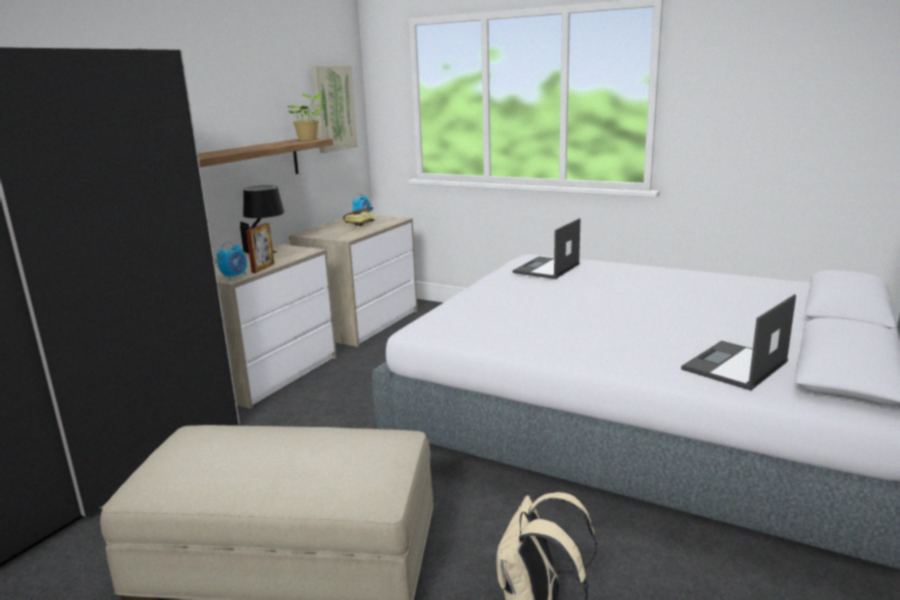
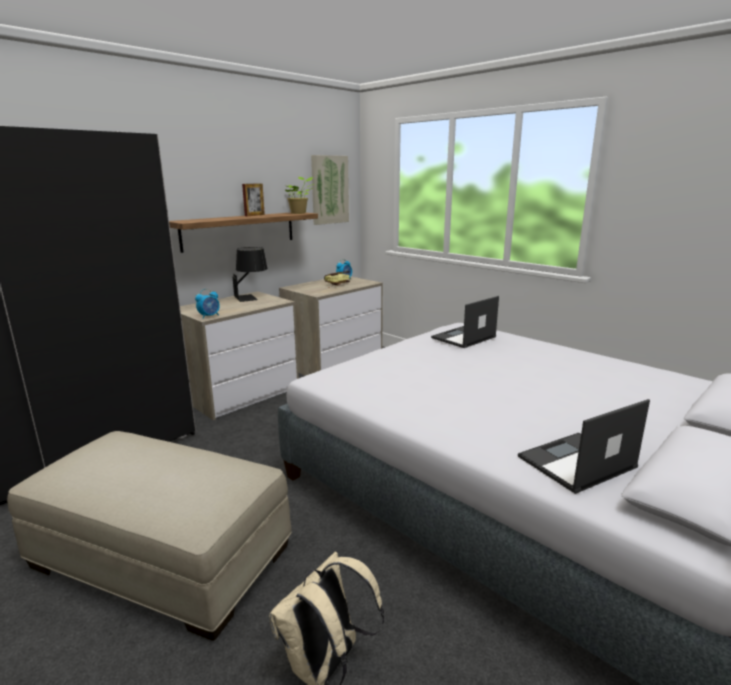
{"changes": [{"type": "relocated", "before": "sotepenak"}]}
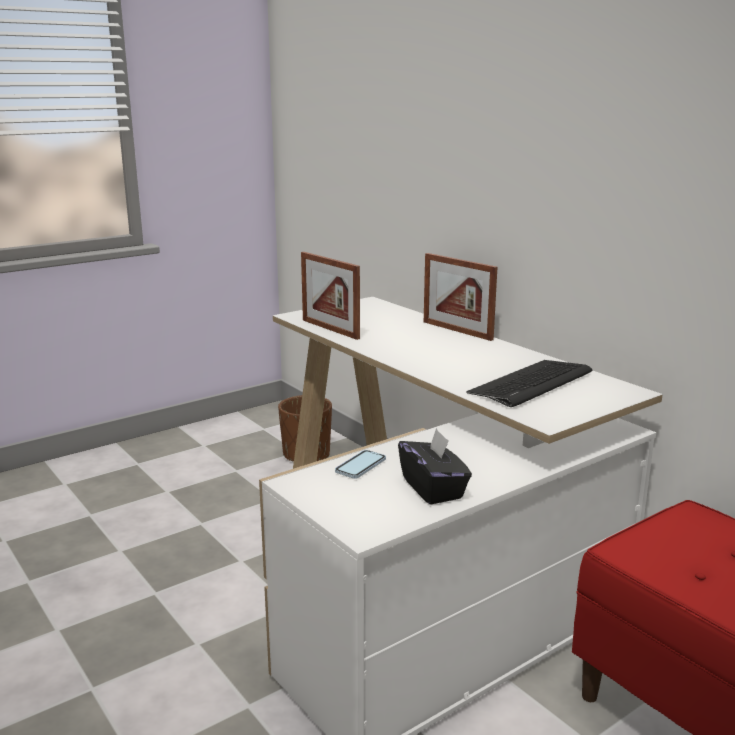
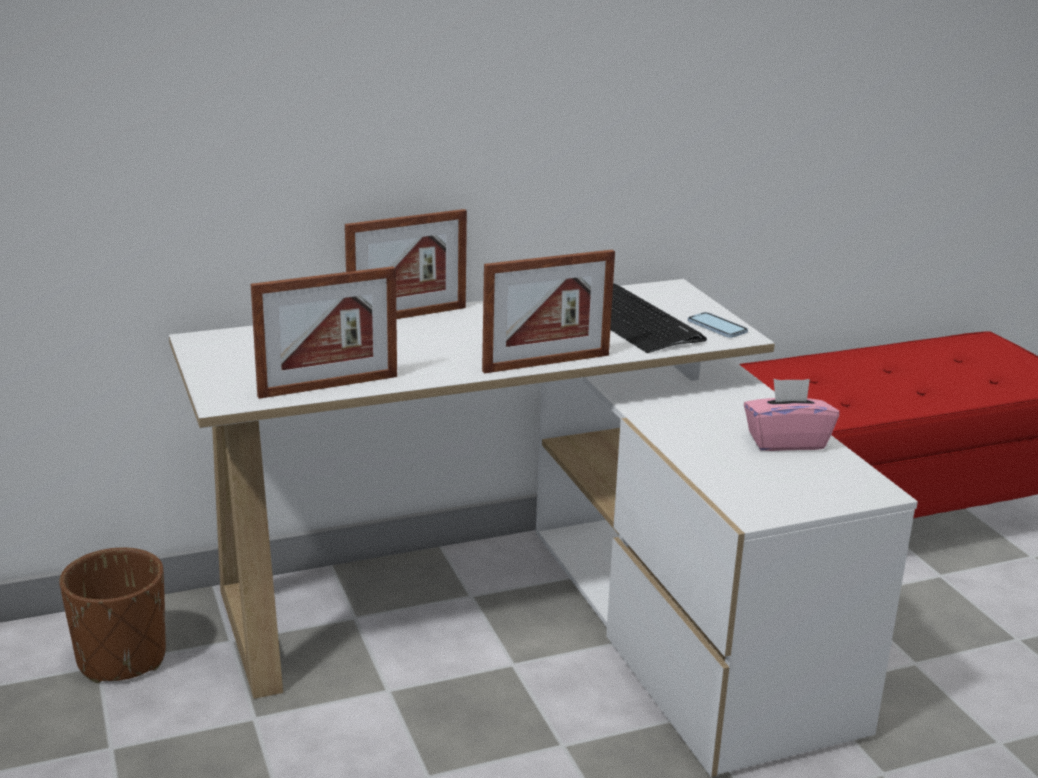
{"changes": [{"type": "relocated", "before": "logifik"}, {"type": "colour", "before": "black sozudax", "after": "pink sozudax"}, {"type": "appeared", "after": "sotepenak (no. 3 from left)"}]}
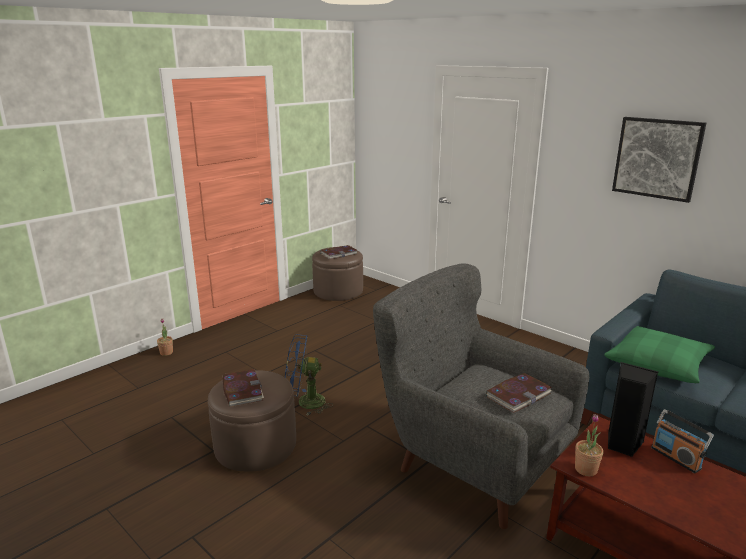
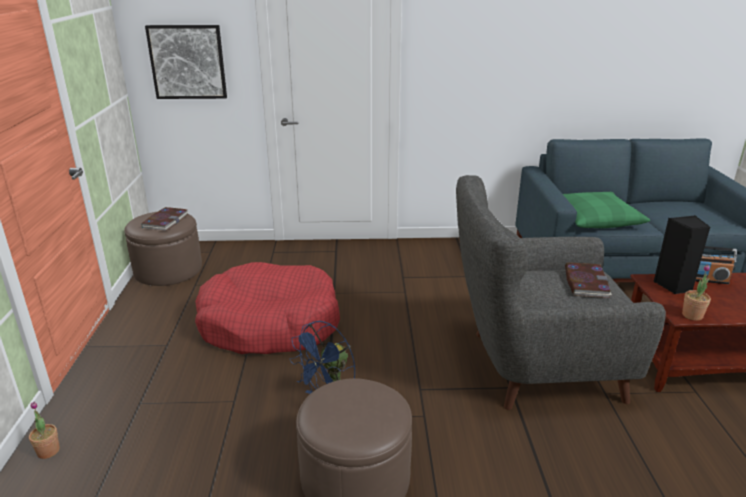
{"changes": [{"type": "missing", "before": "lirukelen (no. 1 from left)"}, {"type": "relocated", "before": "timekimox"}, {"type": "appeared", "after": "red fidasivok"}]}
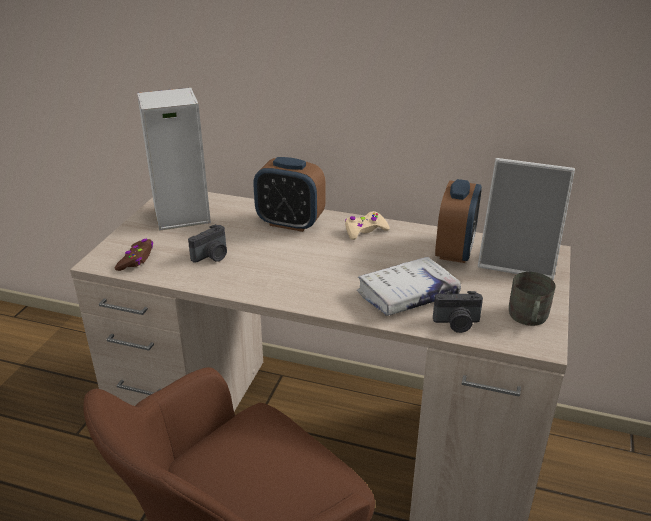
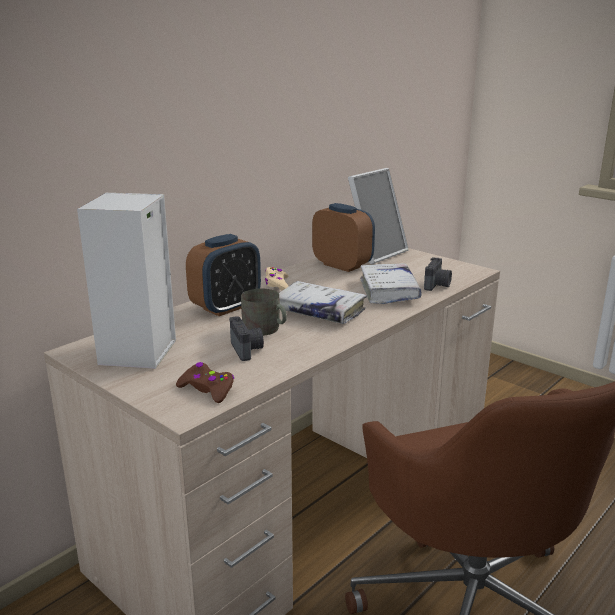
{"changes": [{"type": "relocated", "before": "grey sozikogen"}, {"type": "appeared", "after": "white lirukelen (no. 1 from left)"}]}
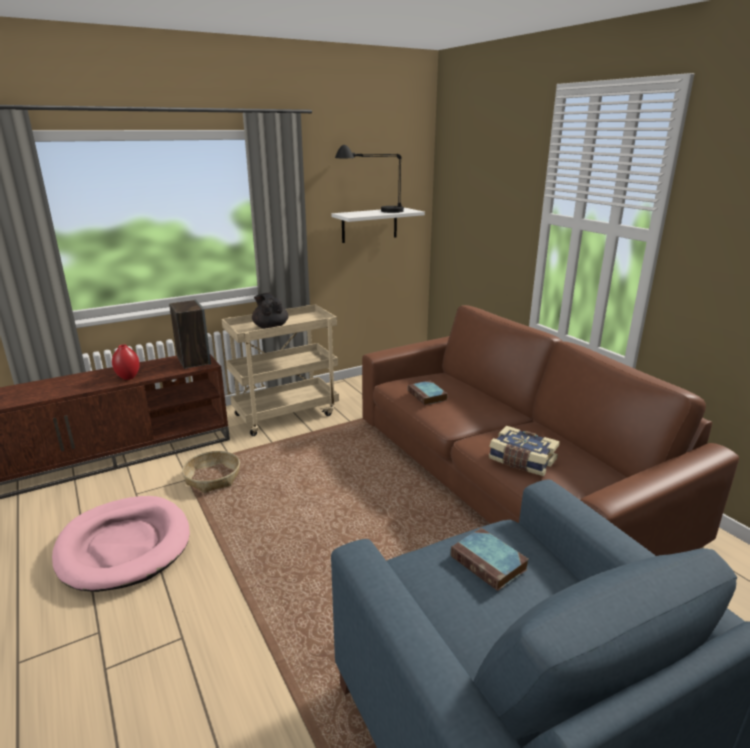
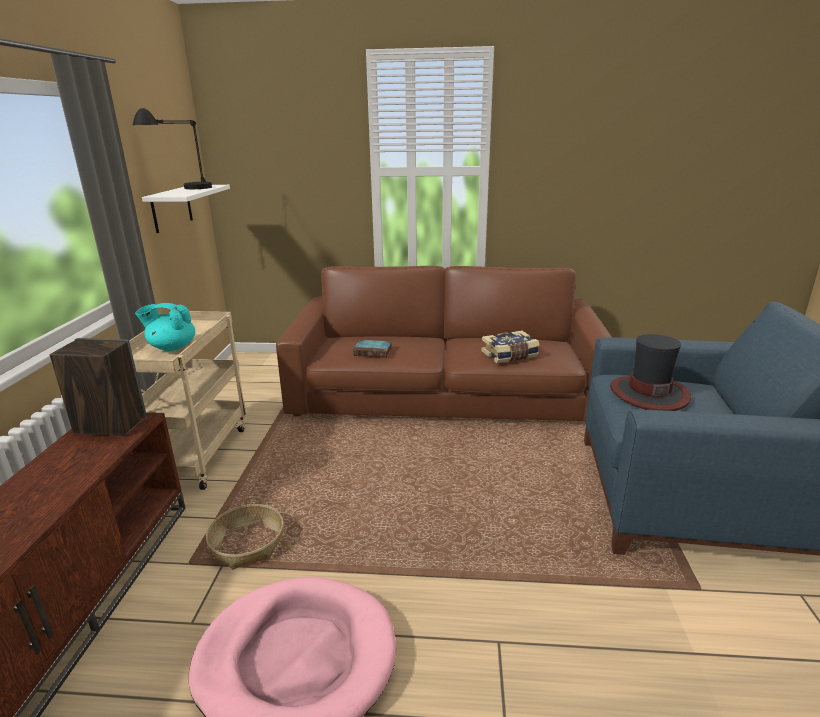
{"changes": [{"type": "missing", "before": "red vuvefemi"}, {"type": "colour", "before": "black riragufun", "after": "turquoise riragufun"}, {"type": "exchanged", "before": "lirukelen (no. 2 from left)", "after": "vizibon"}]}
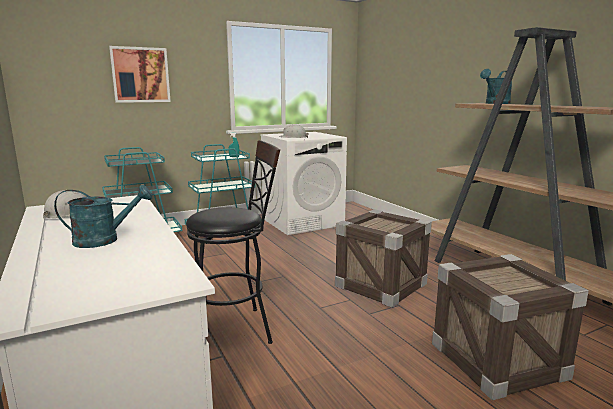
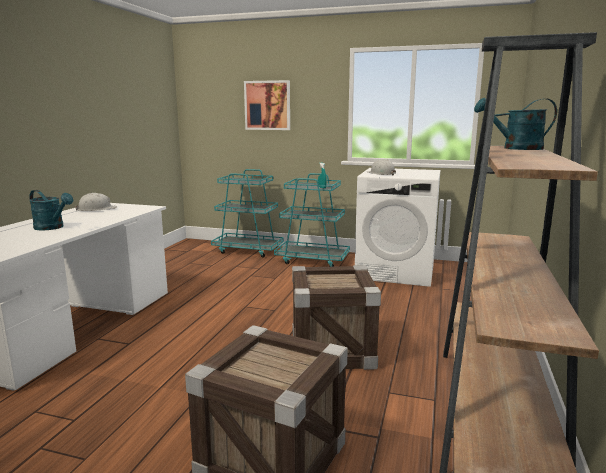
{"changes": [{"type": "missing", "before": "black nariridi"}]}
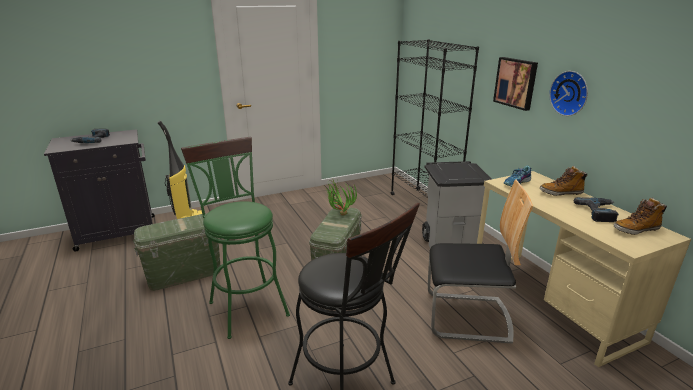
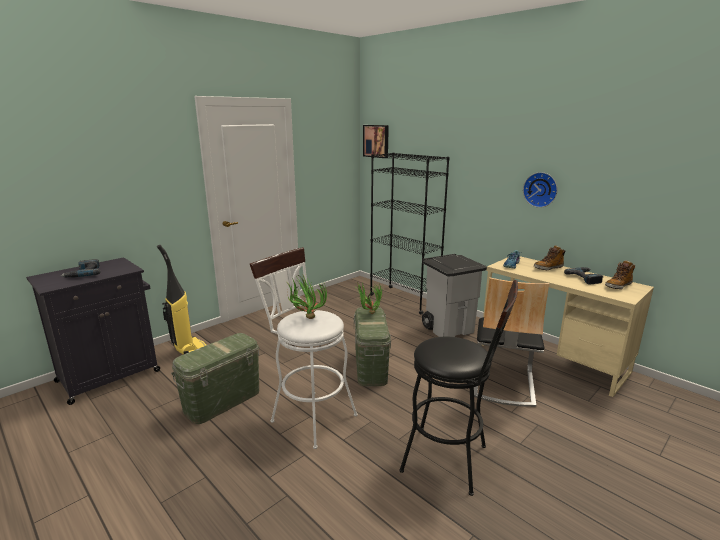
{"changes": [{"type": "colour", "before": "green nariridi", "after": "white nariridi"}, {"type": "spun", "before": "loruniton", "turn": 120}, {"type": "relocated", "before": "timekimox"}, {"type": "appeared", "after": "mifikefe (no. 1 from left)"}]}
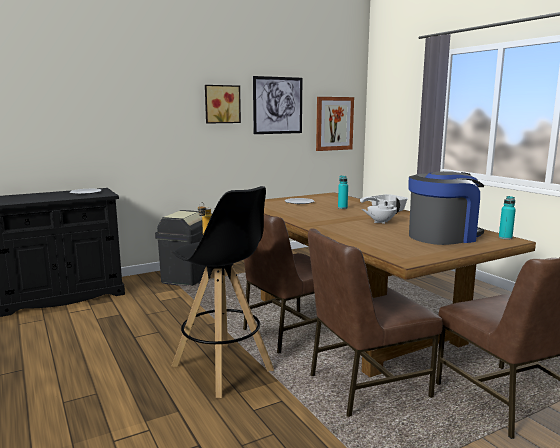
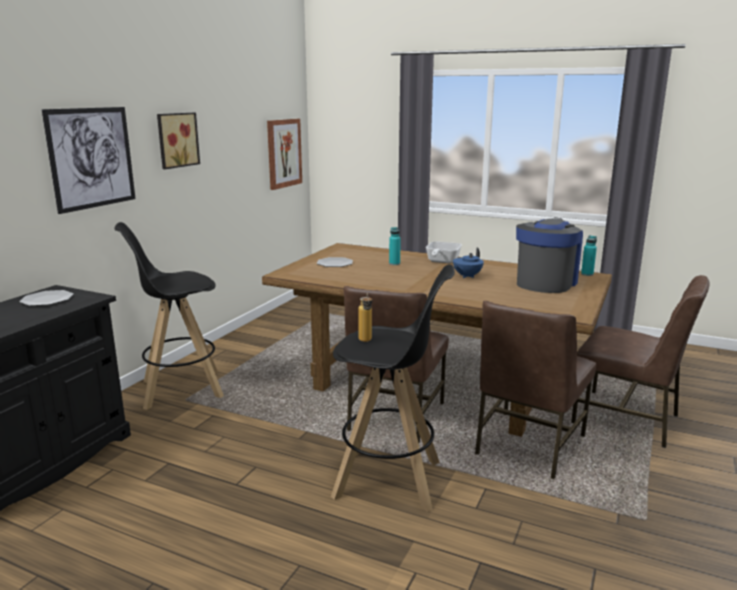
{"changes": [{"type": "exchanged", "before": "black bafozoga", "after": "black nariridi (no. 1 from left)"}, {"type": "relocated", "before": "timekimox (no. 2 from left in the first image)", "after": "timekimox (no. 1 from left)"}, {"type": "colour", "before": "white riragufun", "after": "blue riragufun"}]}
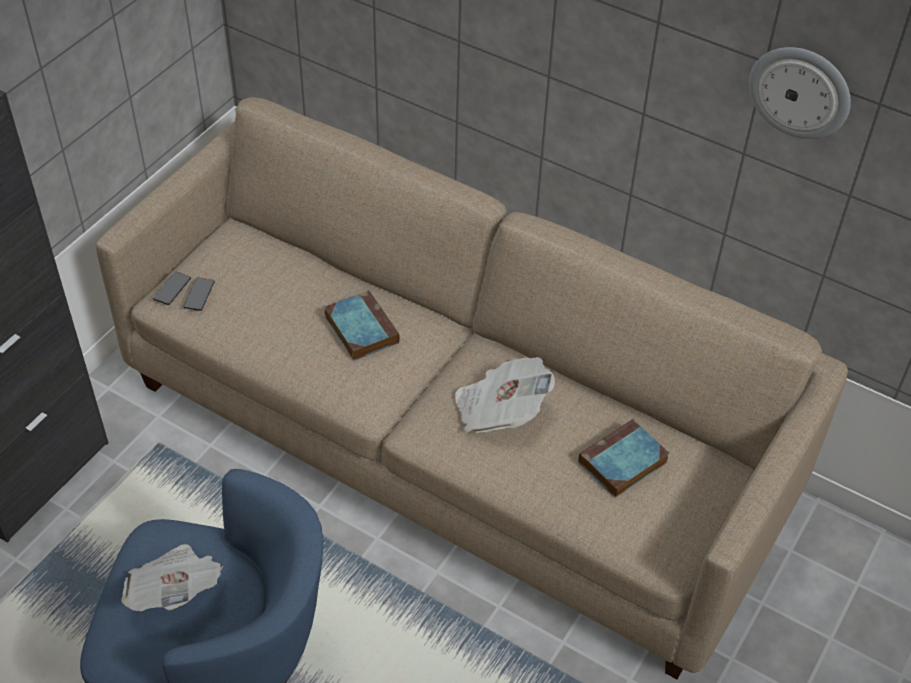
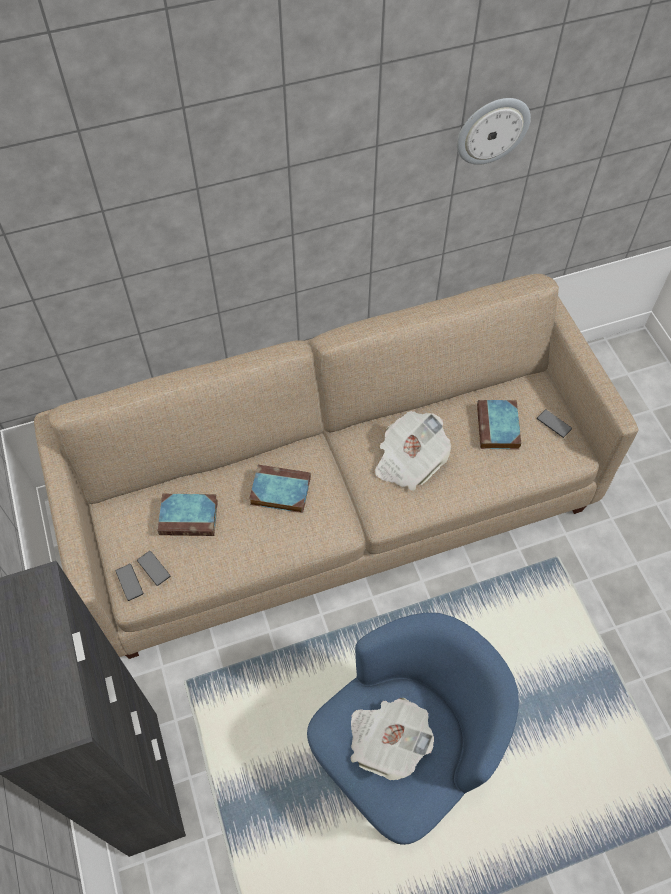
{"changes": [{"type": "appeared", "after": "lirukelen (no. 1 from left)"}, {"type": "appeared", "after": "logifik (no. 3 from left)"}]}
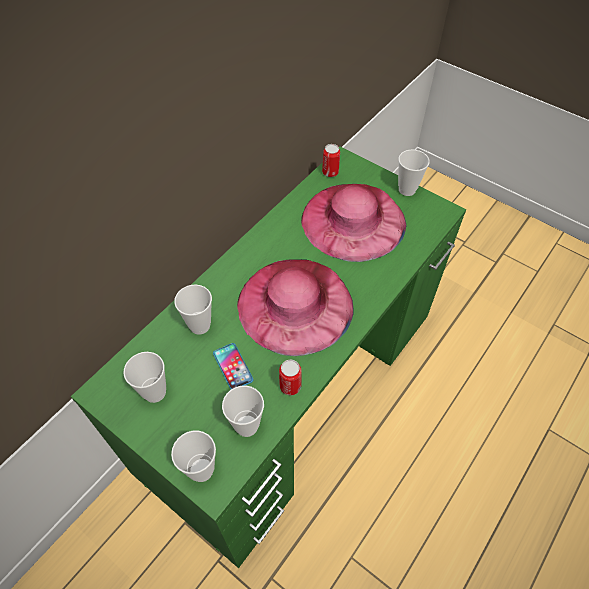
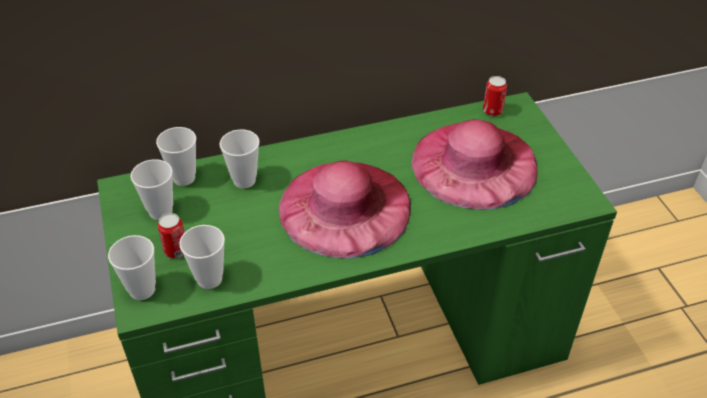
{"changes": [{"type": "missing", "before": "logifik"}, {"type": "relocated", "before": "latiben (no. 1 from left)"}, {"type": "relocated", "before": "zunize (no. 5 from left in the first image)", "after": "zunize (no. 3 from left)"}]}
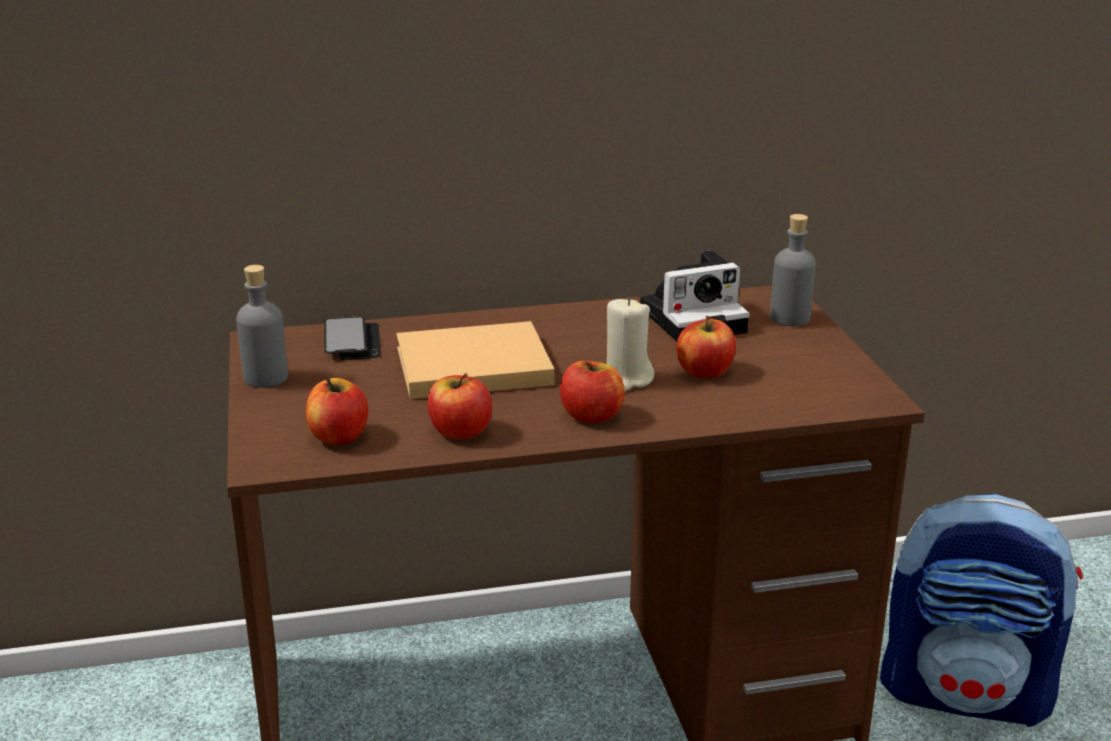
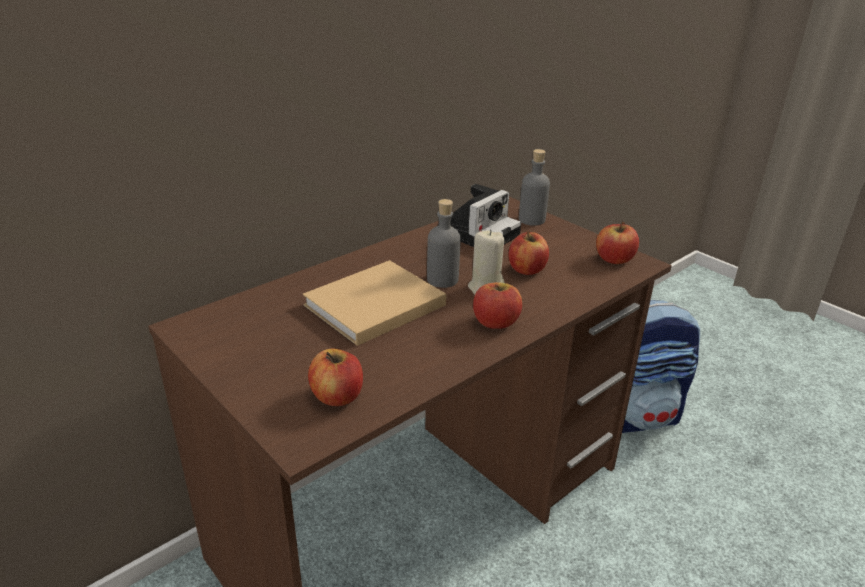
{"changes": [{"type": "relocated", "before": "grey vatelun (no. 1 from left)"}, {"type": "missing", "before": "logifik"}, {"type": "relocated", "before": "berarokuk (no. 2 from left in the first image)", "after": "berarokuk (no. 4 from left)"}]}
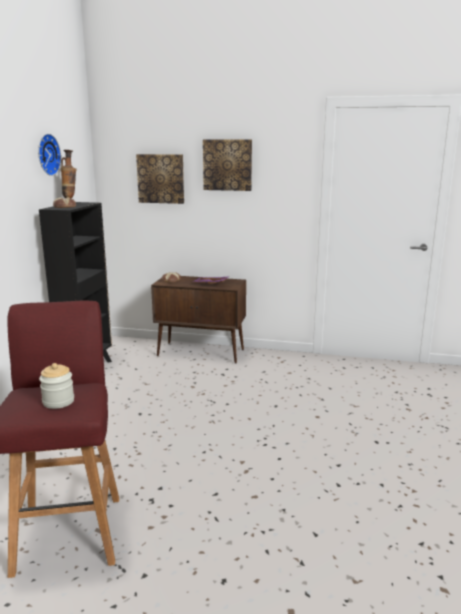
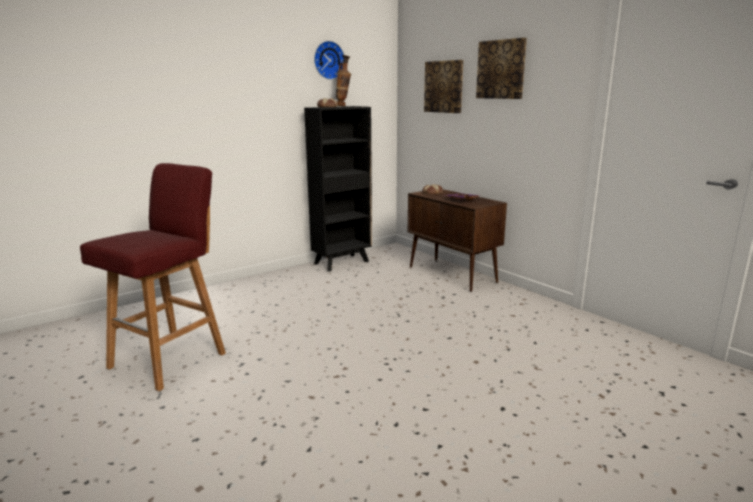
{"changes": [{"type": "missing", "before": "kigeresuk"}]}
